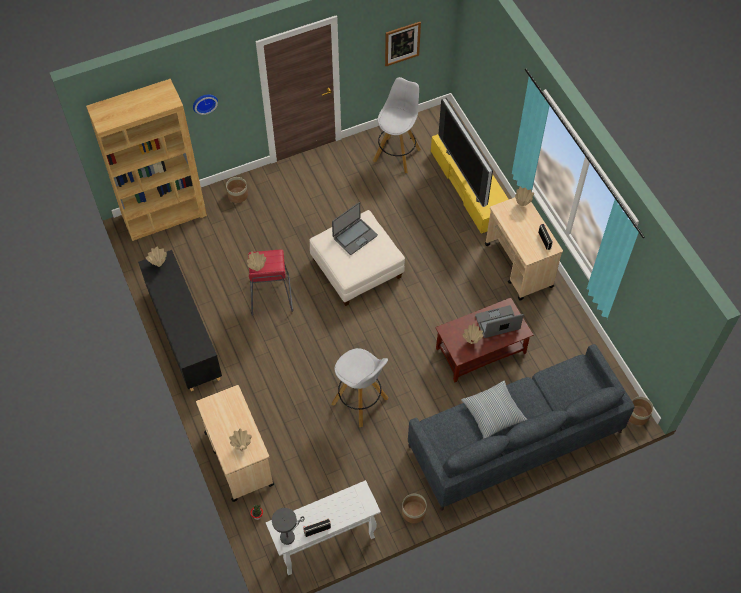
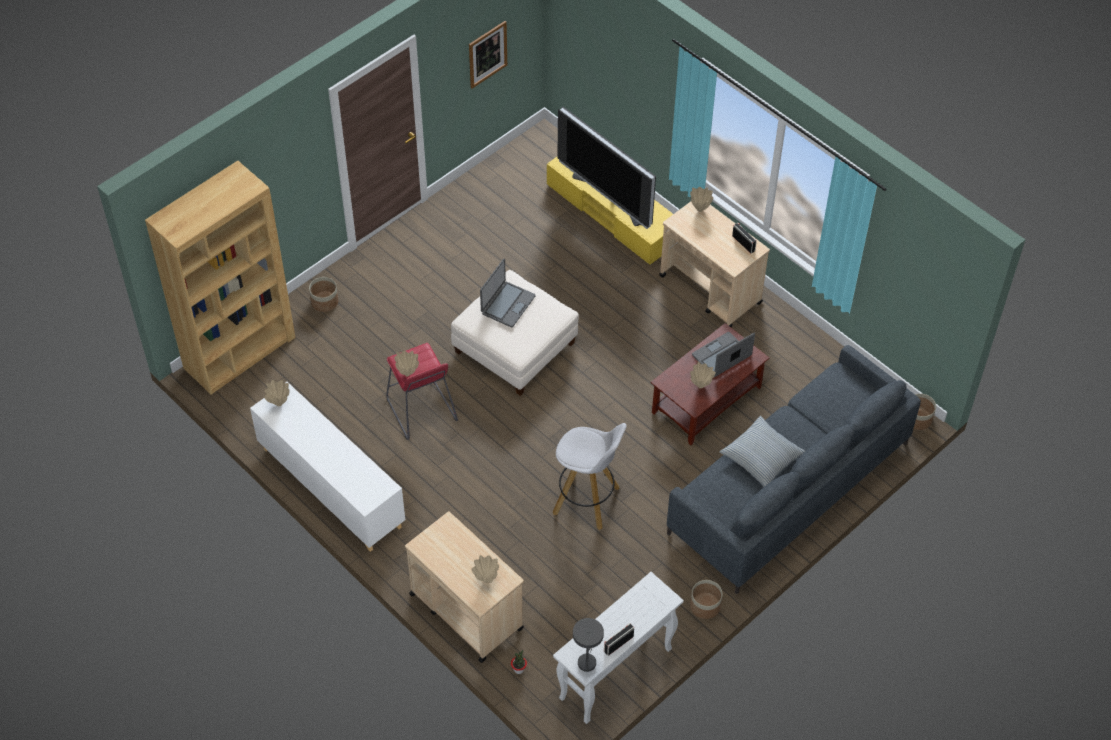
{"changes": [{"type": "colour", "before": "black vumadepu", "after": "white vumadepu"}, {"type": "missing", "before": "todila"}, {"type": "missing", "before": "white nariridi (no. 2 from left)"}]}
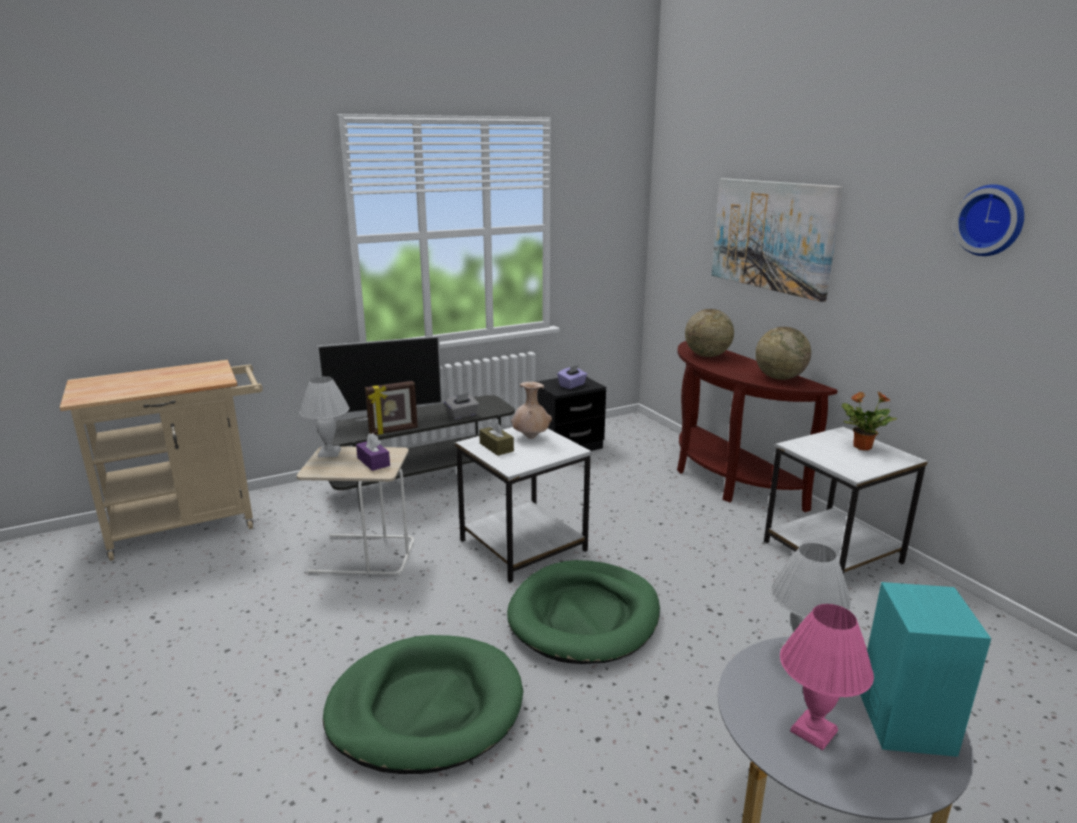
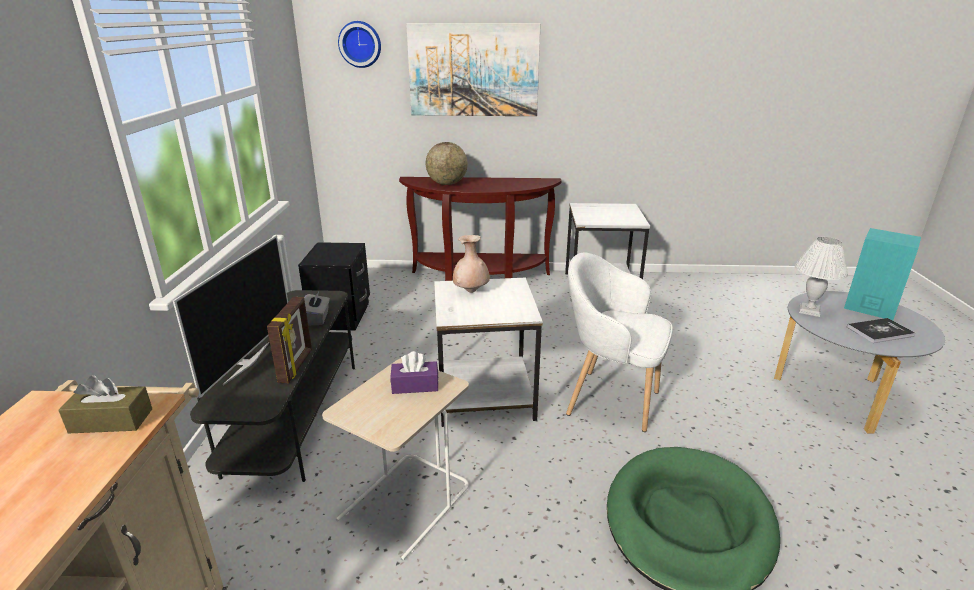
{"changes": [{"type": "missing", "before": "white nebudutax (no. 1 from left)"}, {"type": "relocated", "before": "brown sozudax"}, {"type": "exchanged", "before": "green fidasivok (no. 2 from left)", "after": "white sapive"}, {"type": "missing", "before": "purple sozudax (no. 2 from left)"}, {"type": "missing", "before": "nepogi (no. 2 from left)"}, {"type": "exchanged", "before": "pink nebudutax", "after": "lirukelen"}, {"type": "missing", "before": "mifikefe"}, {"type": "relocated", "before": "todila"}]}
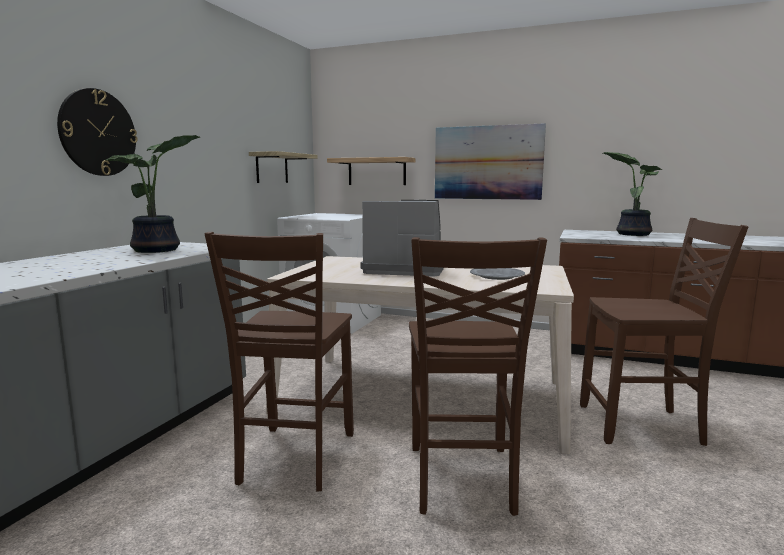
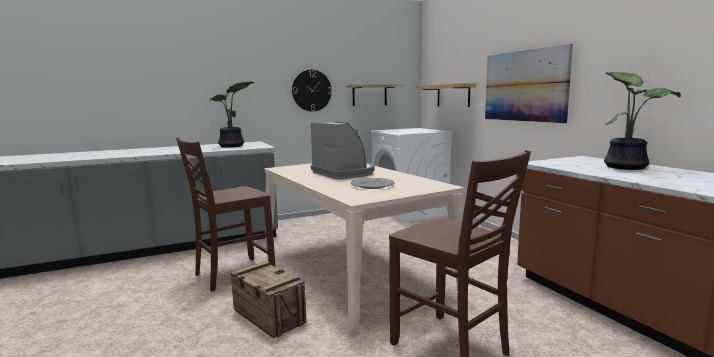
{"changes": [{"type": "relocated", "before": "todila"}, {"type": "exchanged", "before": "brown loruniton (no. 2 from left)", "after": "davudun"}]}
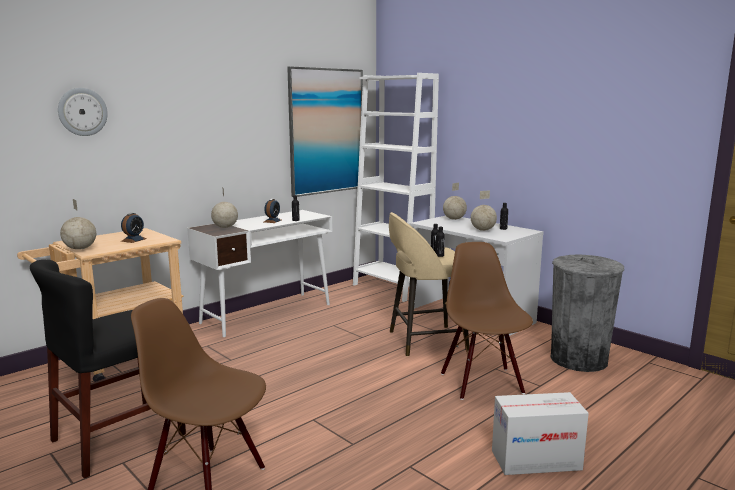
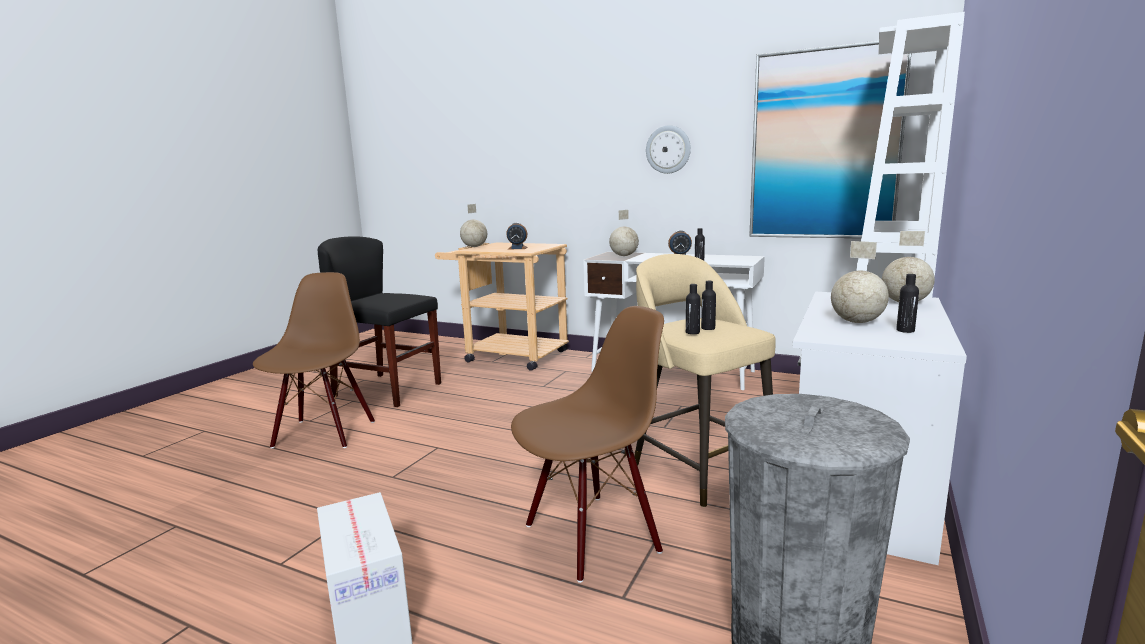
{"changes": [{"type": "relocated", "before": "todila"}]}
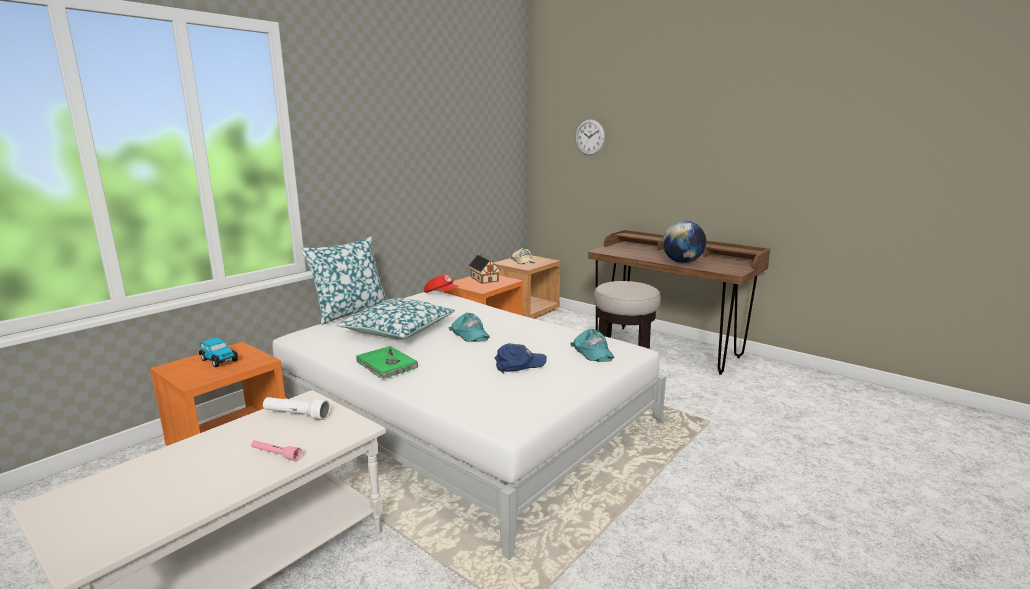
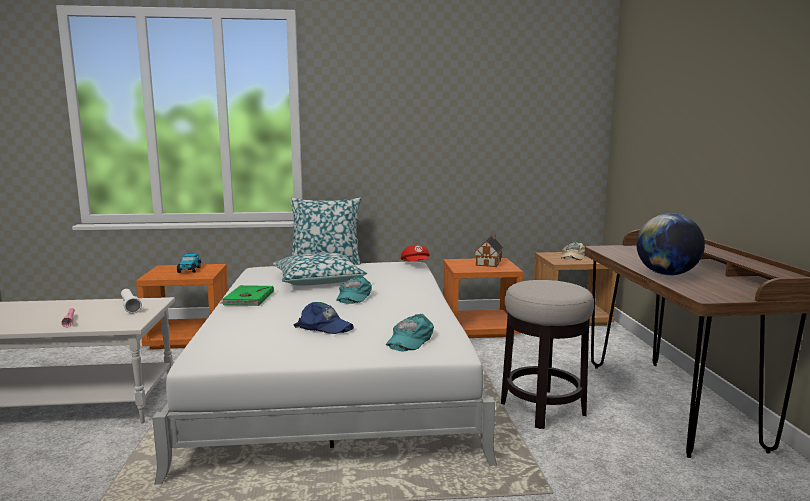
{"changes": [{"type": "missing", "before": "todila"}]}
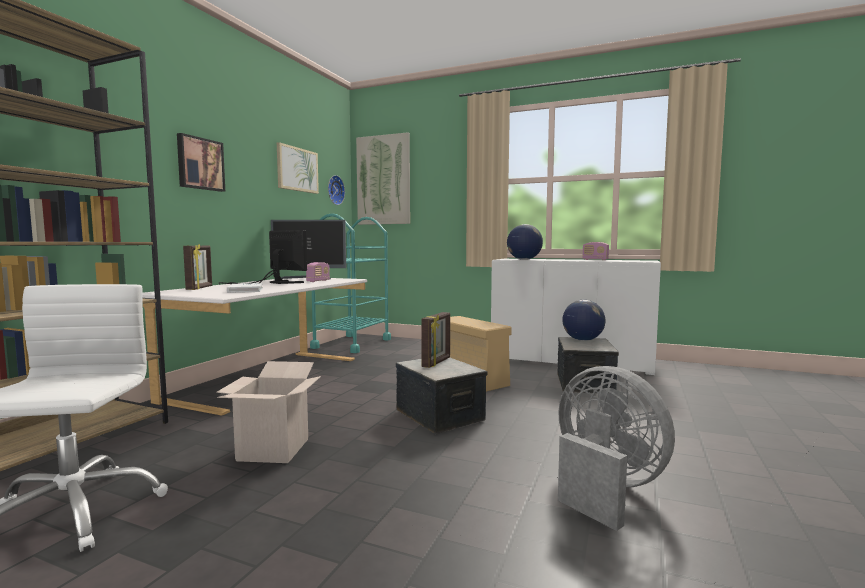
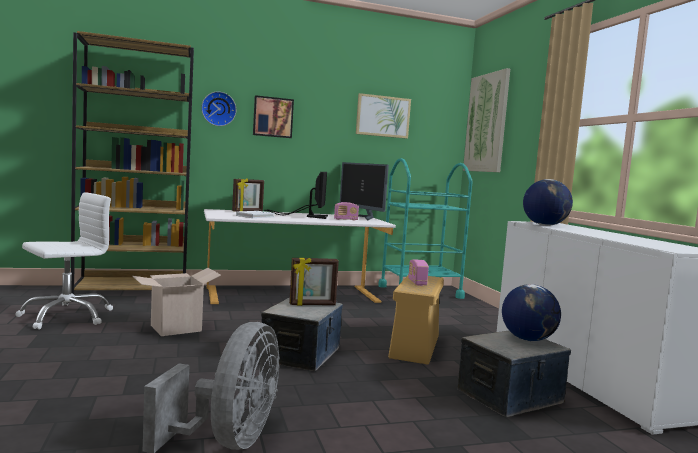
{"changes": [{"type": "relocated", "before": "todila"}, {"type": "relocated", "before": "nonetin (no. 2 from left)"}]}
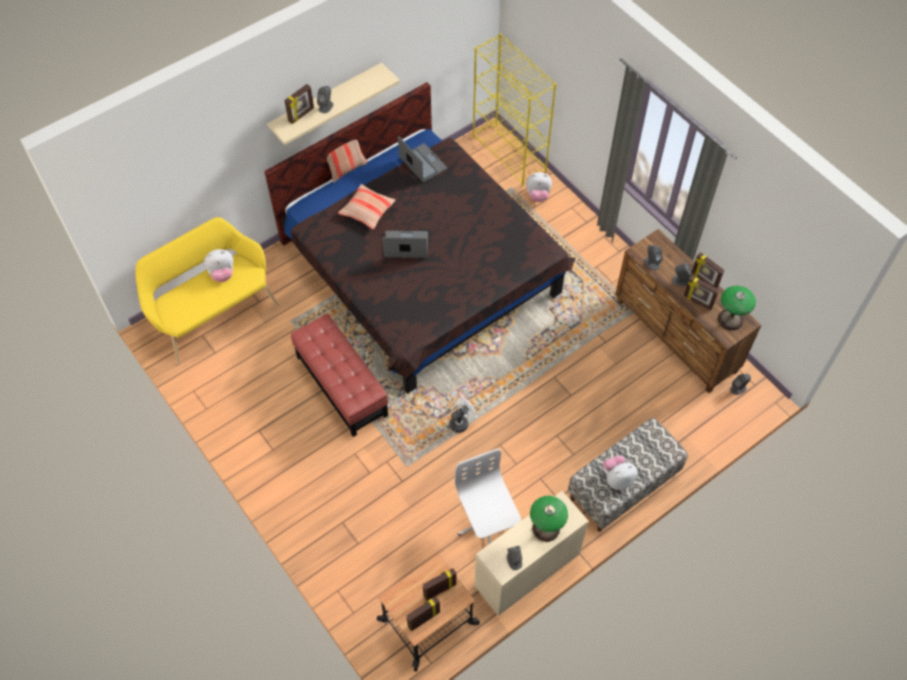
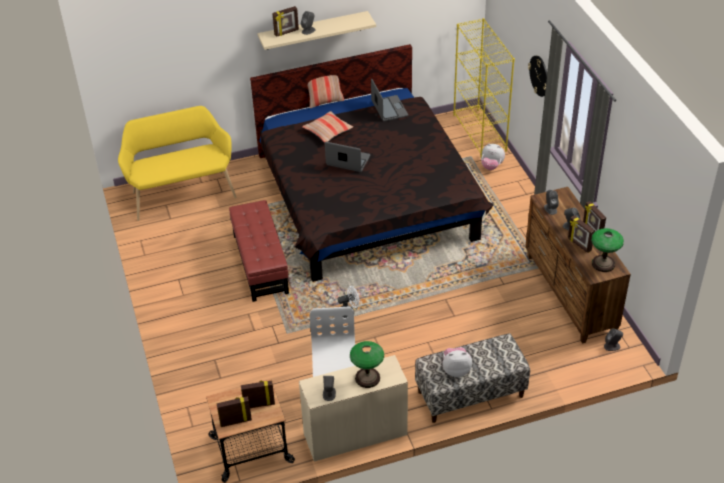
{"changes": [{"type": "missing", "before": "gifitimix (no. 1 from left)"}, {"type": "appeared", "after": "todila"}]}
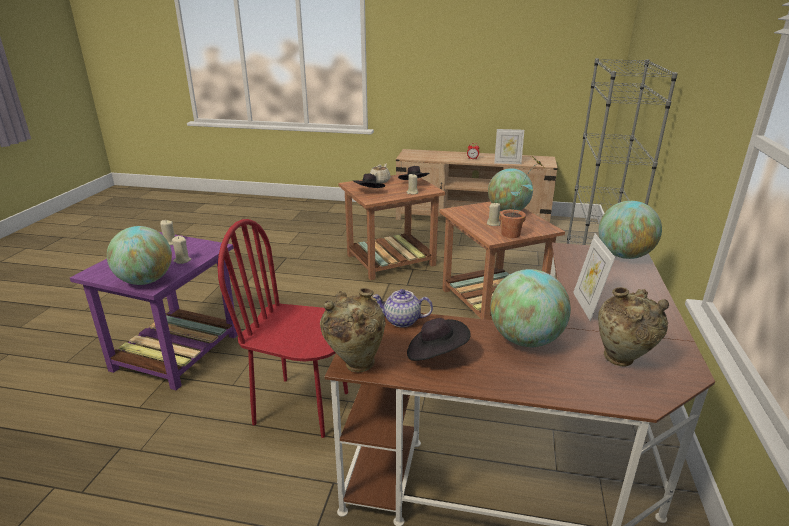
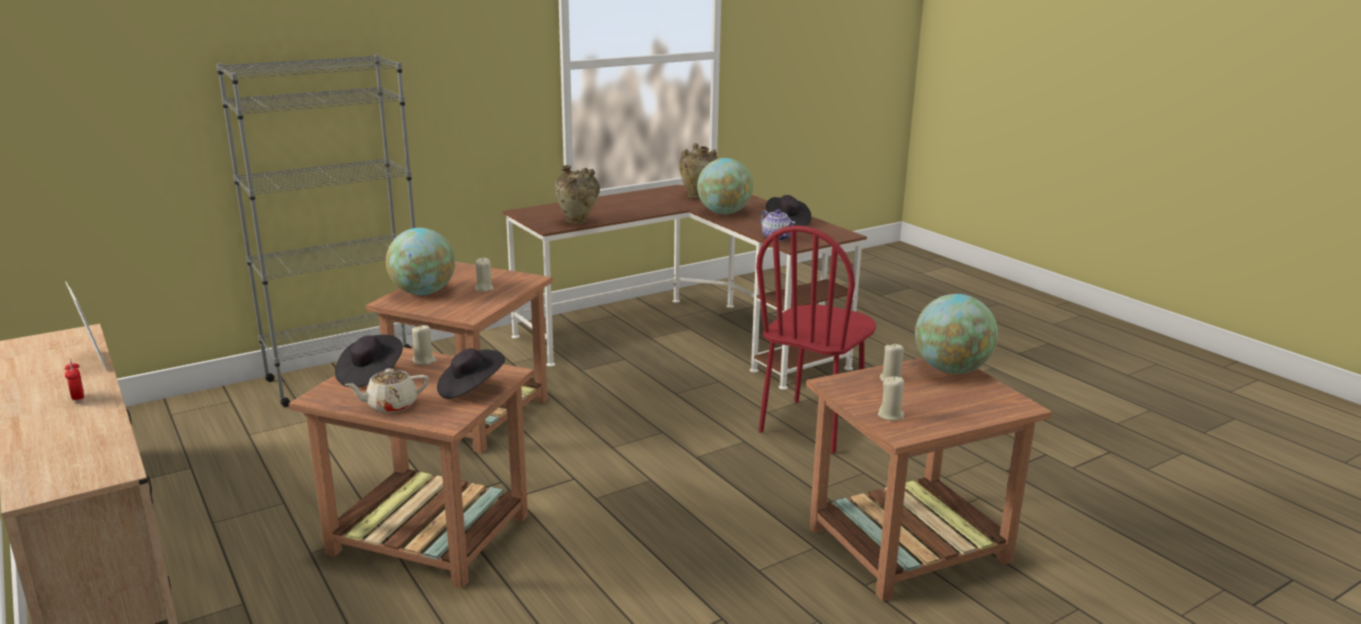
{"changes": [{"type": "colour", "before": "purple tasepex", "after": "brown tasepex (no. 3 from left)"}, {"type": "spun", "before": "red loruniton", "turn": 60}, {"type": "relocated", "before": "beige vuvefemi (no. 1 from left)"}, {"type": "missing", "before": "mifikefe"}, {"type": "missing", "before": "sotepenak (no. 2 from left)"}, {"type": "missing", "before": "nepogi (no. 4 from left)"}]}
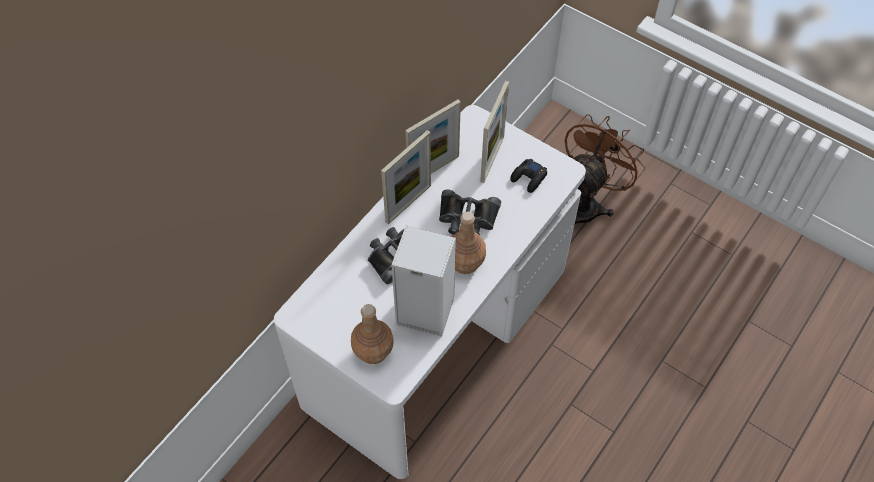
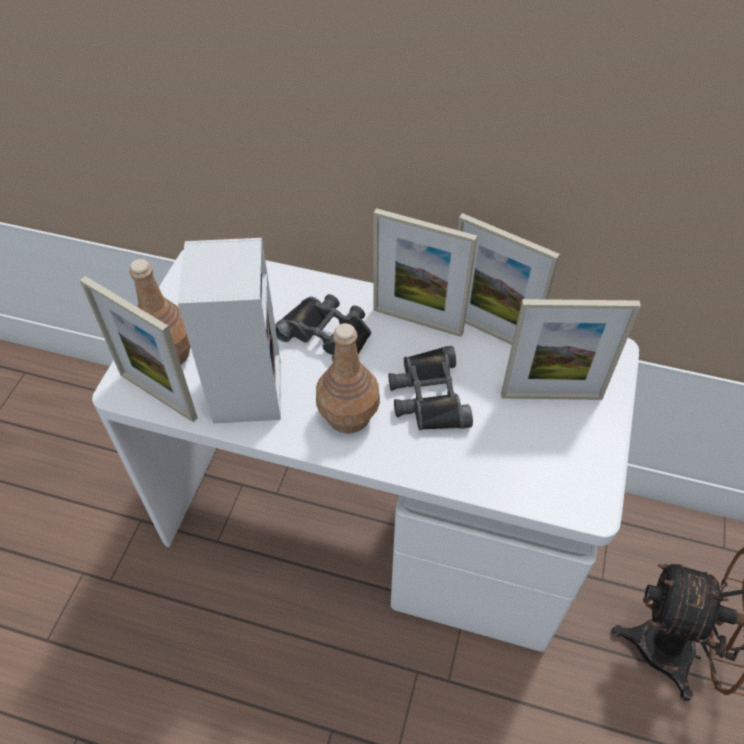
{"changes": [{"type": "missing", "before": "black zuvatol"}, {"type": "appeared", "after": "sotepenak (no. 1 from left)"}]}
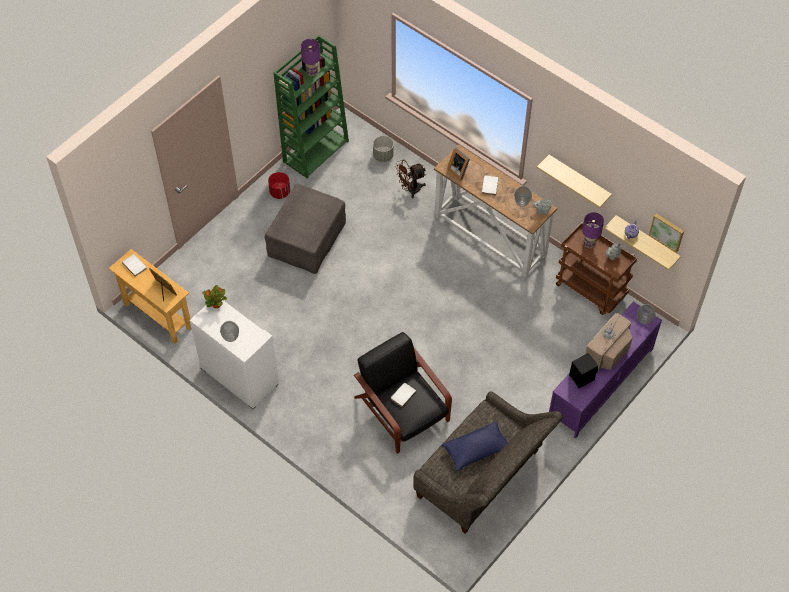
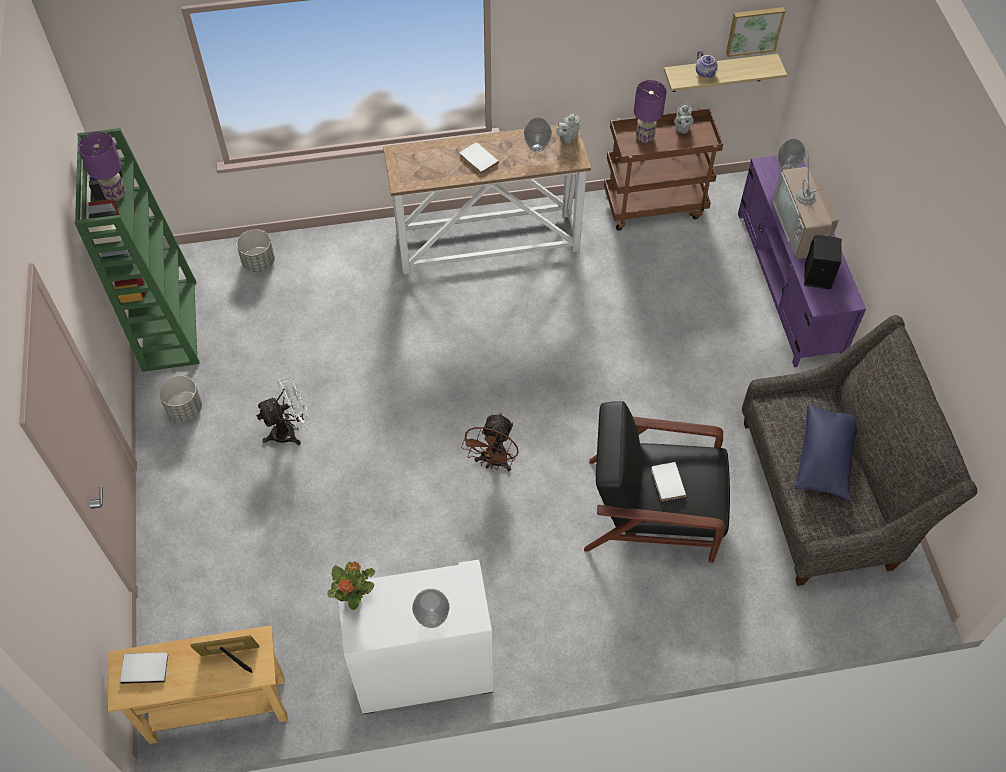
{"changes": [{"type": "exchanged", "before": "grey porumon", "after": "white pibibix"}, {"type": "colour", "before": "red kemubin", "after": "grey kemubin (no. 1 from left)"}, {"type": "relocated", "before": "brown pibibix"}, {"type": "missing", "before": "sotepenak (no. 2 from left)"}, {"type": "missing", "before": "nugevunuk (no. 1 from left)"}]}
